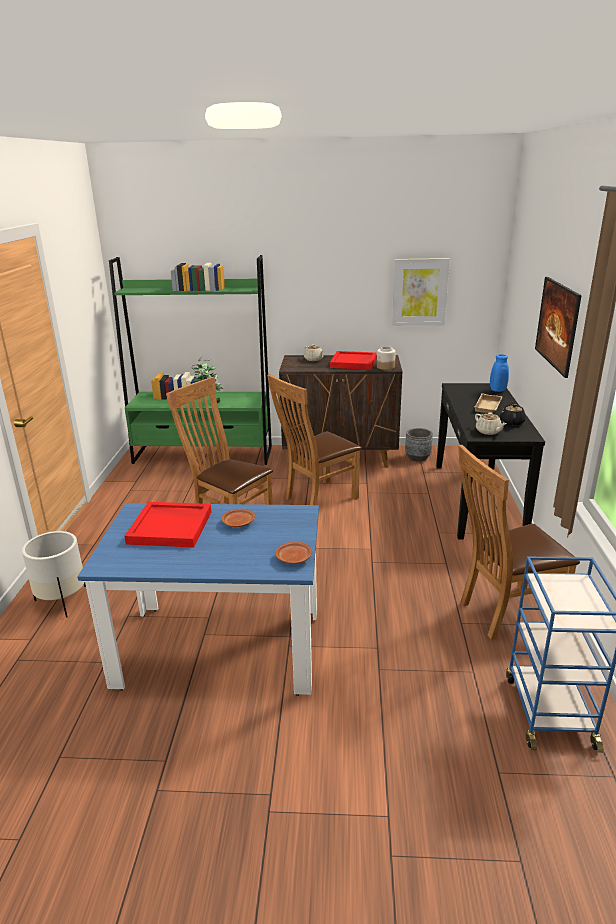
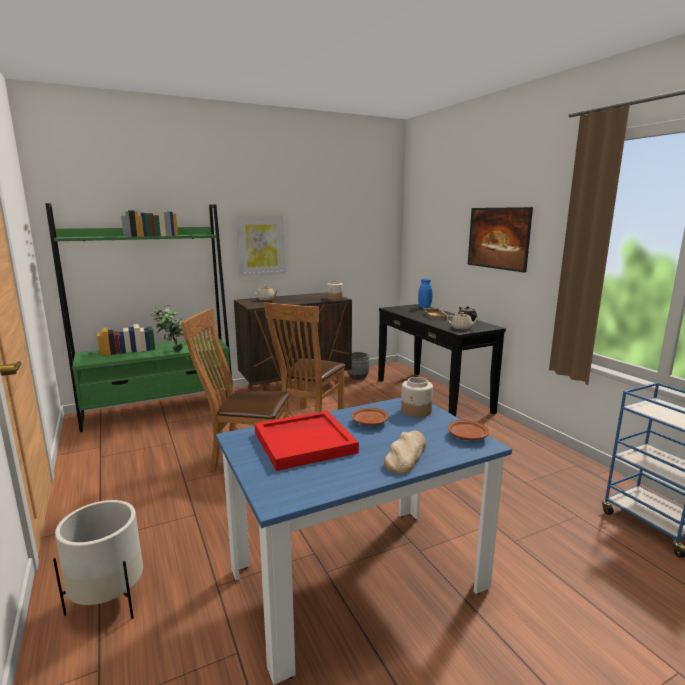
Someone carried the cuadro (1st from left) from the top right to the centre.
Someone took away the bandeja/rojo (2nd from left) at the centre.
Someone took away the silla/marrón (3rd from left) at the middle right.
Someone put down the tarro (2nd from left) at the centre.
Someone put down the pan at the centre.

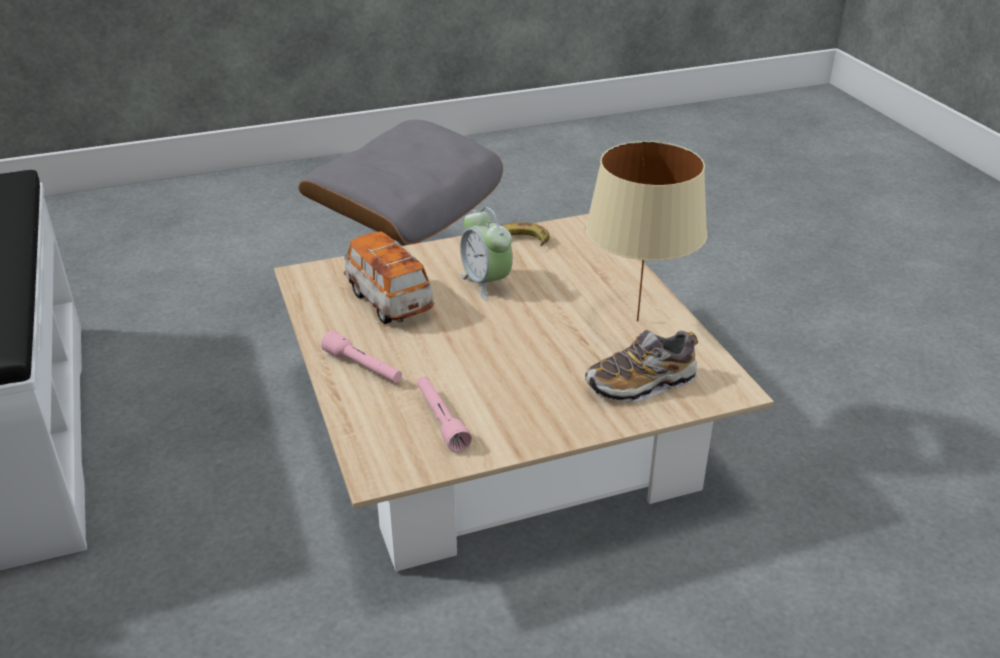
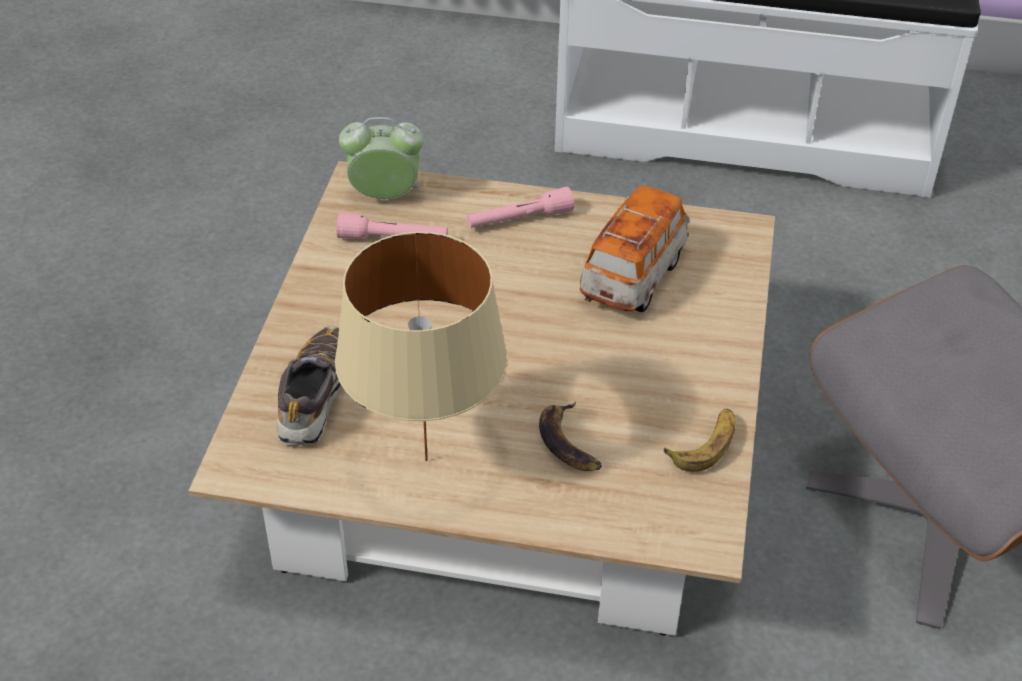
Someone carried the despertador from the centre to the top centre.
Someone rotated the coche de juguete at the centre by 60 degrees counterclockwise.
Someone put down the plátano (1st from left) at the centre.

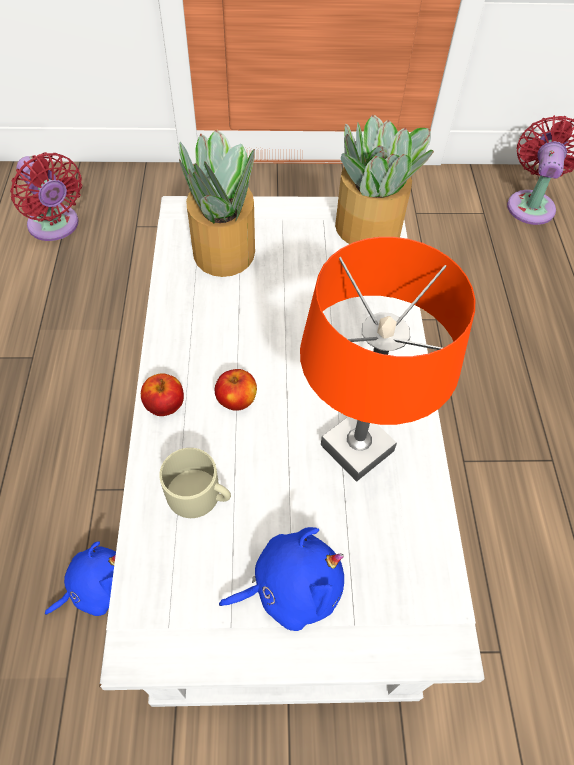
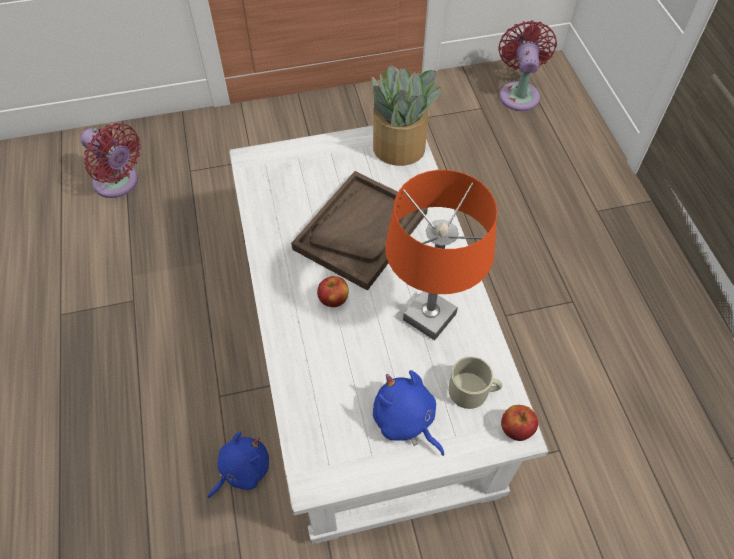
Someone took away the planta en maceta (1st from left) at the top centre.
Someone carried the manzana (1st from left in the first image) from the middle left to the bottom right.
Someone carried the taza grande/beis from the centre to the bottom centre.
Someone rotated the peluche/azul (2nd from left) at the bottom centre by 105 degrees counterclockwise.
Someone put down the bandeja/marrón at the centre.

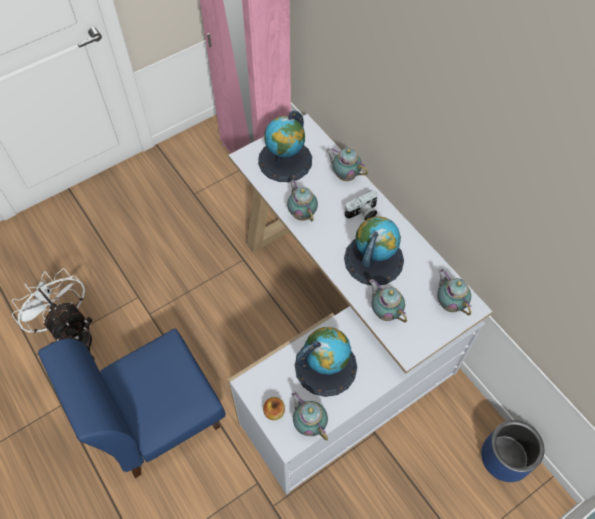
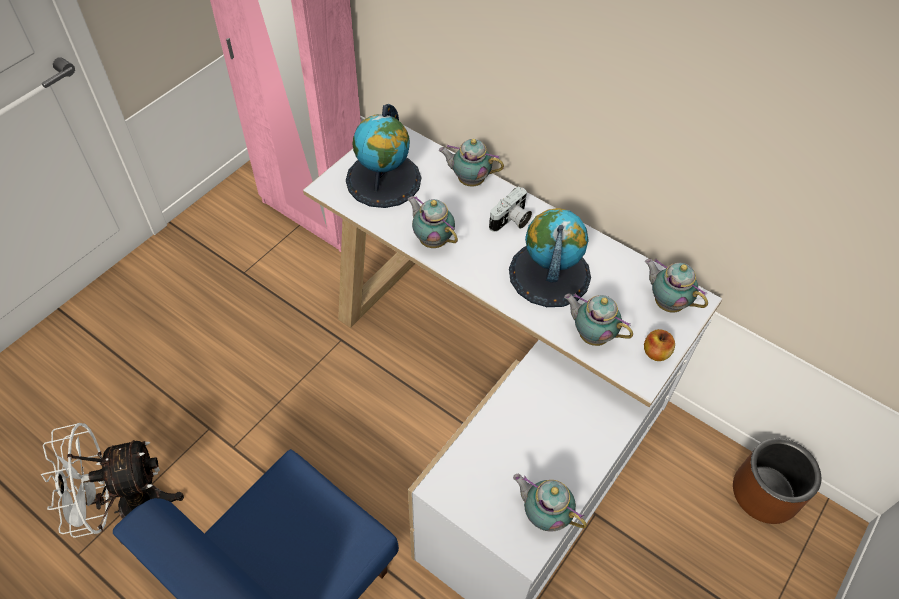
Someone rotated the ventilador/blanco at the middle left by 45 degrees counterclockwise.
Someone took away the globo terráqueo (2nd from left) at the bottom centre.
Someone carried the manzana from the bottom centre to the middle right.
Someone repainted the maceta/azul at the bottom right, which became the maceta/marrón at the bottom right.

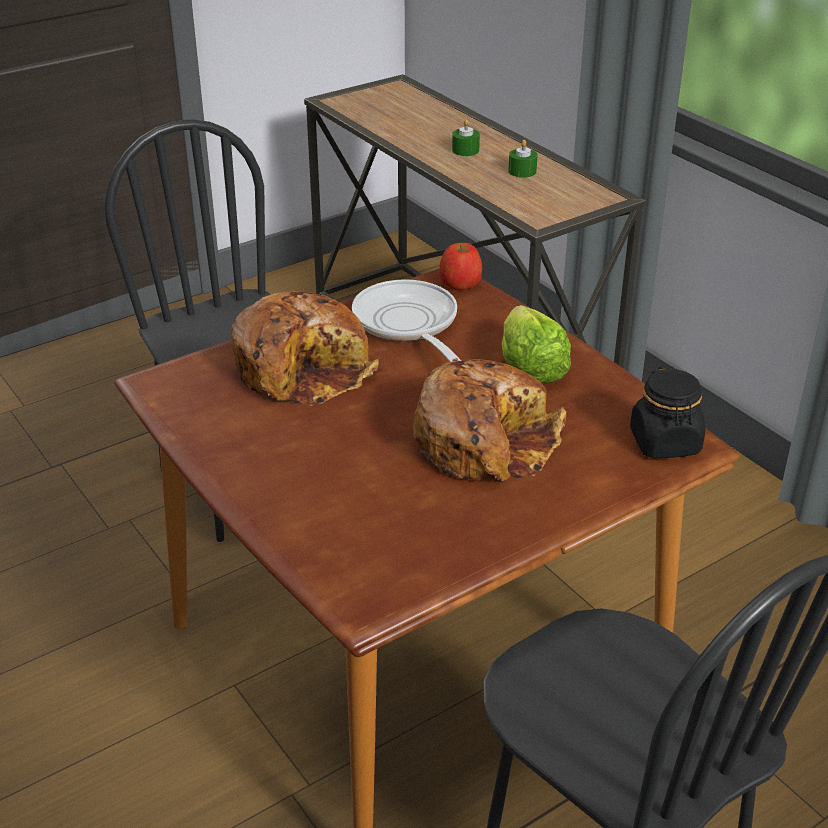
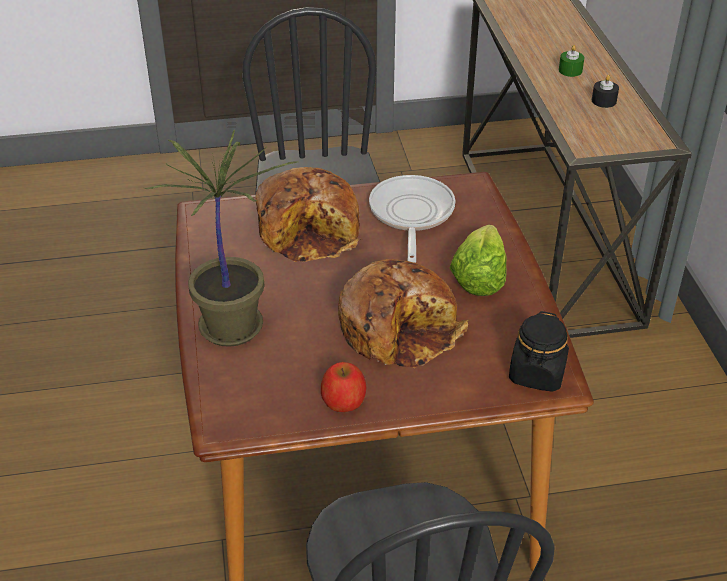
Someone repainted the vela/verde (2nd from left) at the top centre, which became the vela/negro at the top right.
Someone carried the manzana from the top centre to the centre.
Someone put down the planta en maceta at the middle left.

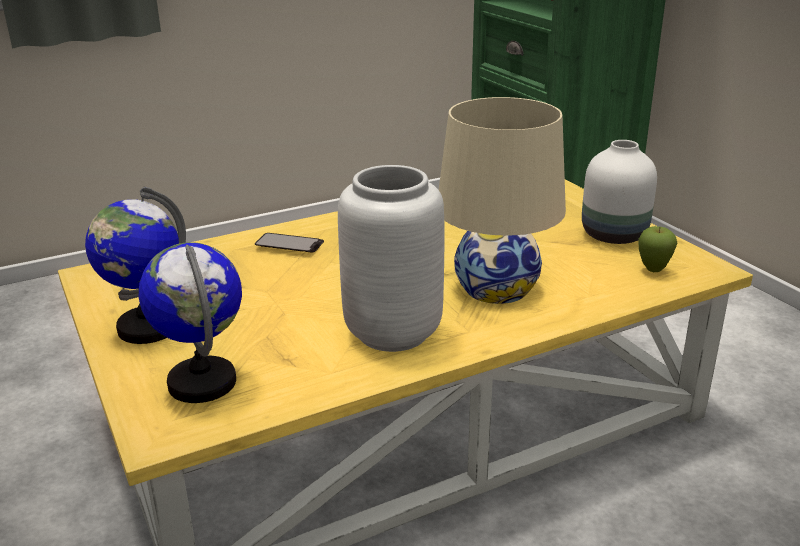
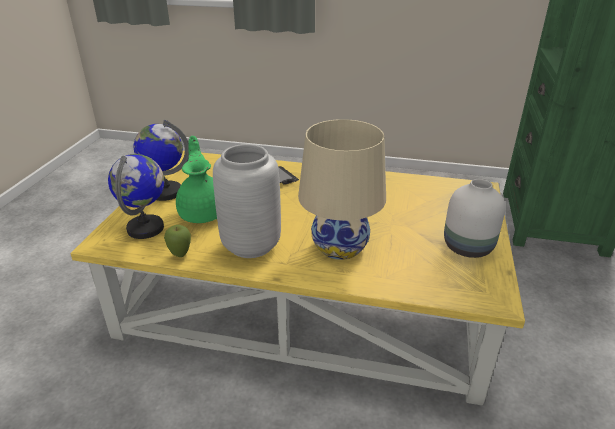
Someone carried the manzana from the middle right to the middle left.
Someone put down the tetera/verde at the middle left.

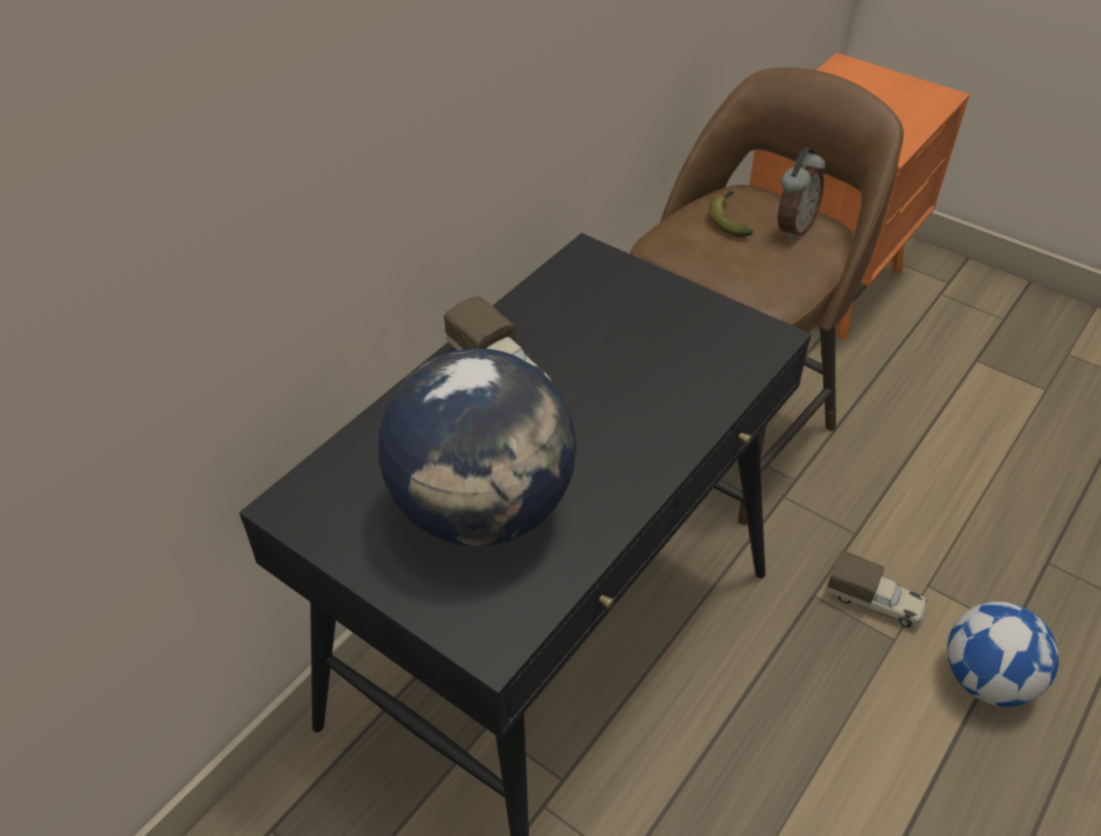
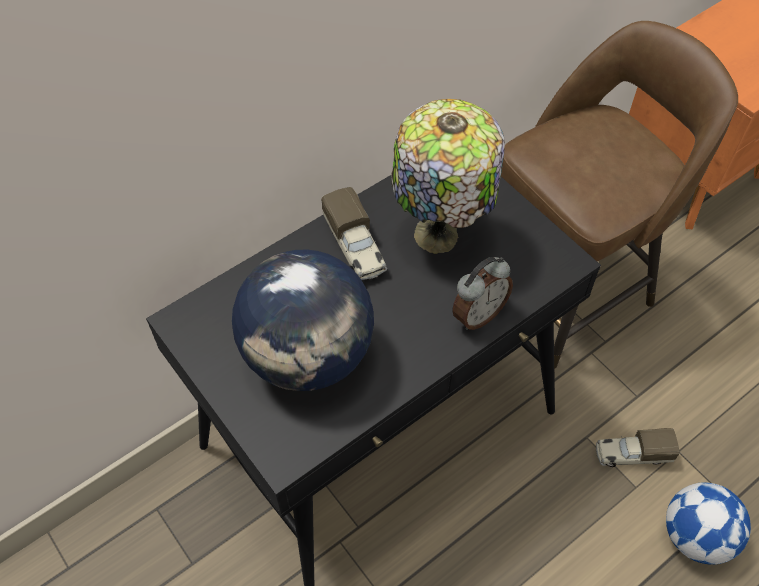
Someone carried the despertador from the top right to the centre.
Someone took away the plátano at the top centre.
Someone rotated the camión de juguete (2nd from left) at the bottom right by 135 degrees clockwise.
Someone put down the lámpara de mesa at the top centre.

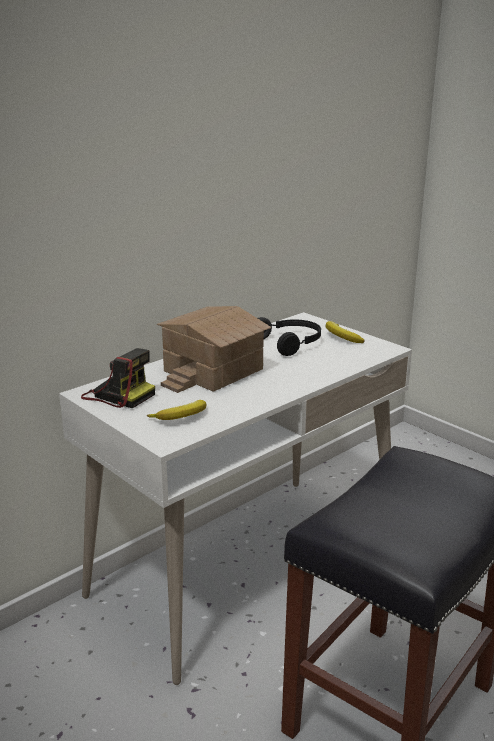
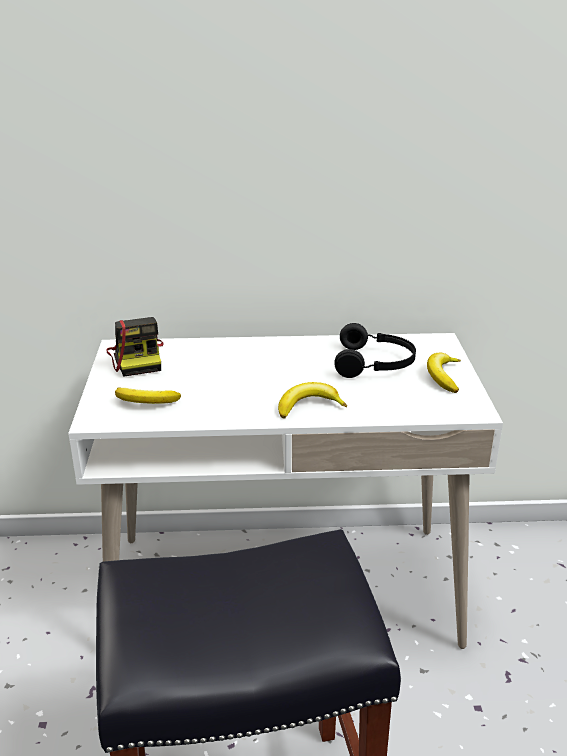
Someone took away the casita at the centre.
Someone put down the plátano (2nd from left) at the centre.

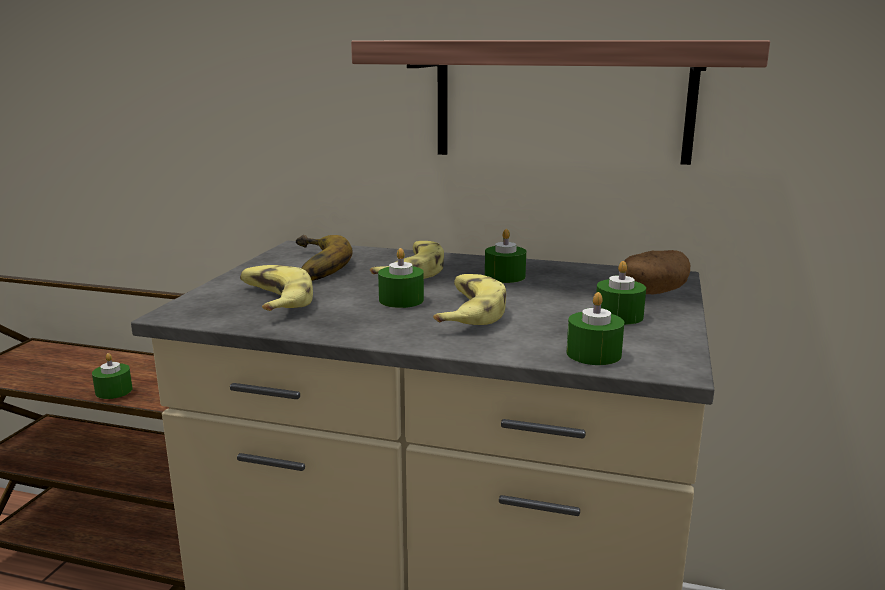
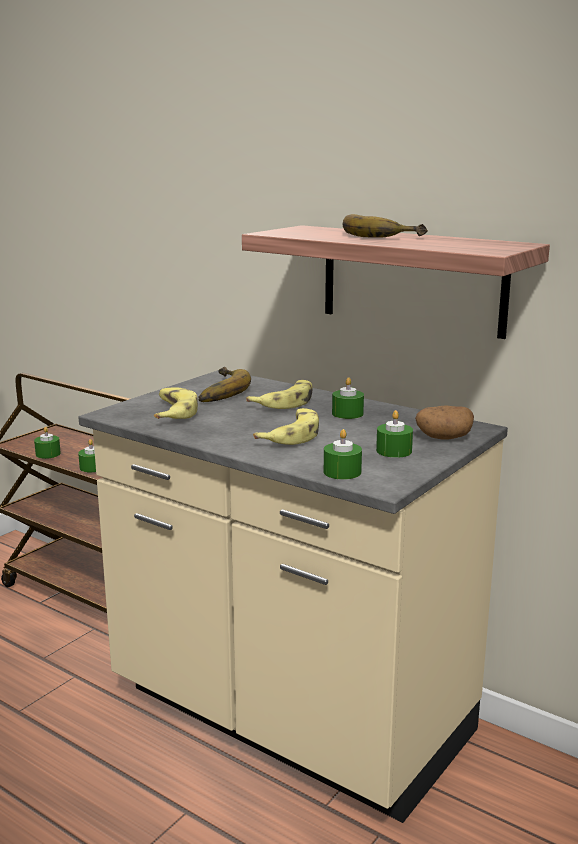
Someone carried the vela/verde (2nd from left in the first image) from the centre to the middle left.
Someone put down the plátano (5th from left) at the top centre.

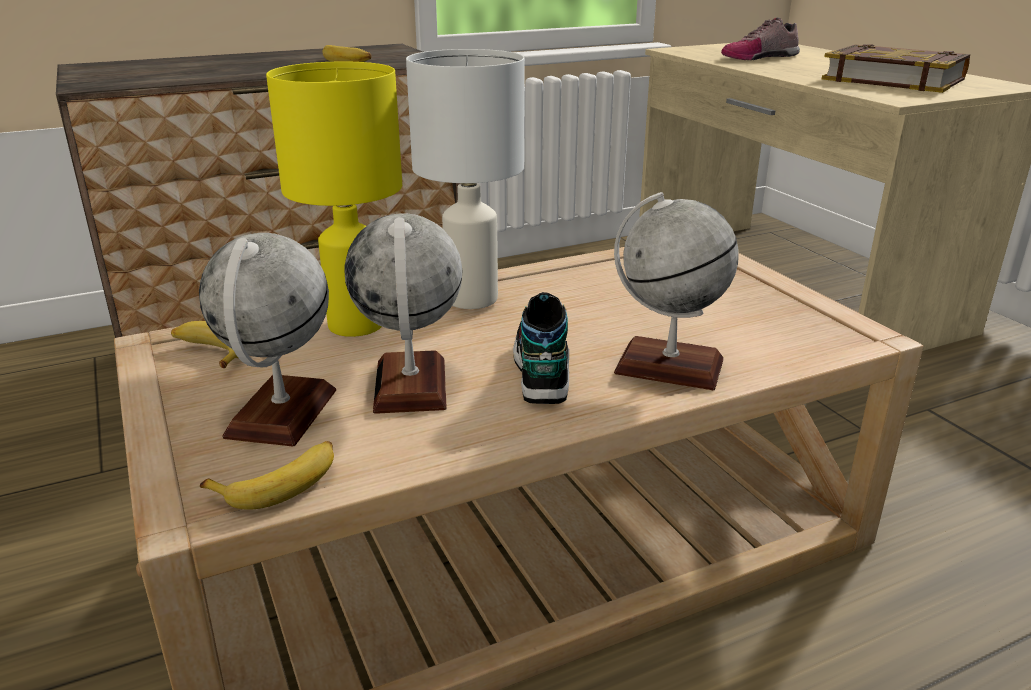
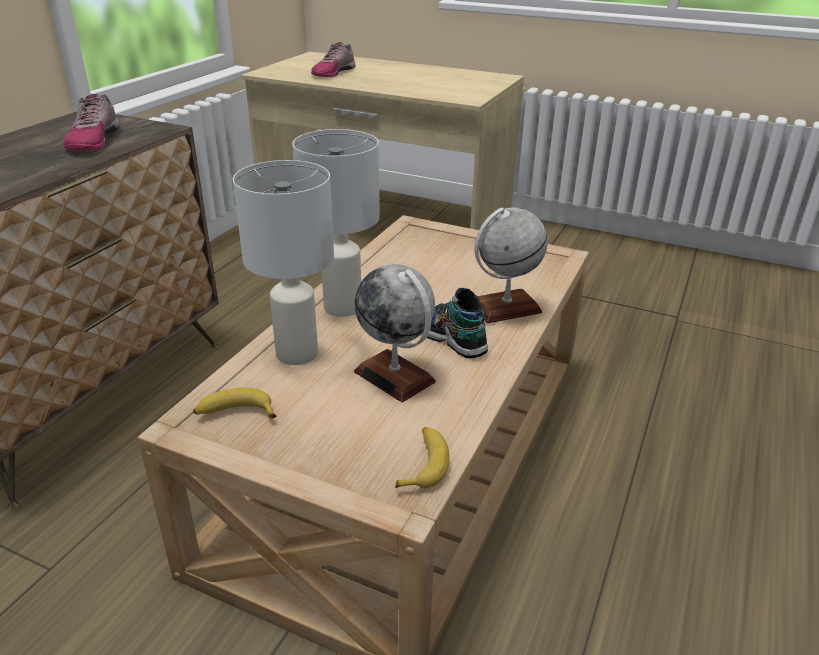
Someone took away the libro at the top right.
Someone swapped the plátano (3rd from left) at the top centre for the zapato (1st from left) at the top left.
Someone repainted the lámpara de mesa/amarillo at the top left, which became the lámpara de mesa/blanco (1st from left) at the centre.
Someone took away the globo terráqueo (1st from left) at the middle left.

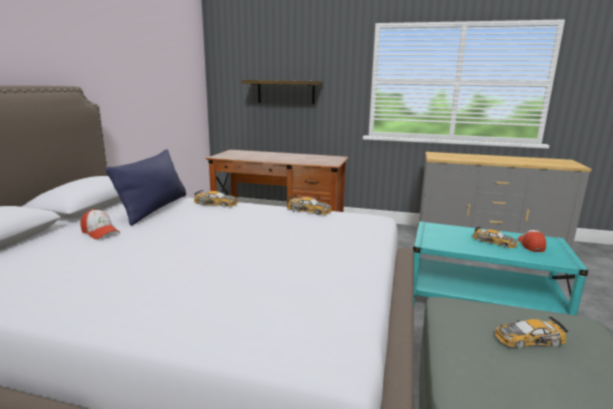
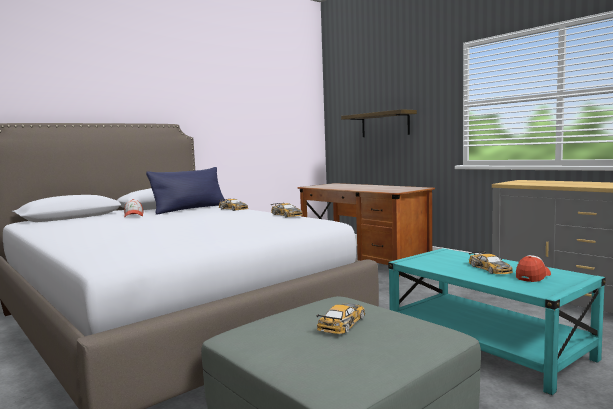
Someone rotated the coche de juguete (4th from left in the first image) at the bottom right by 90 degrees clockwise.

